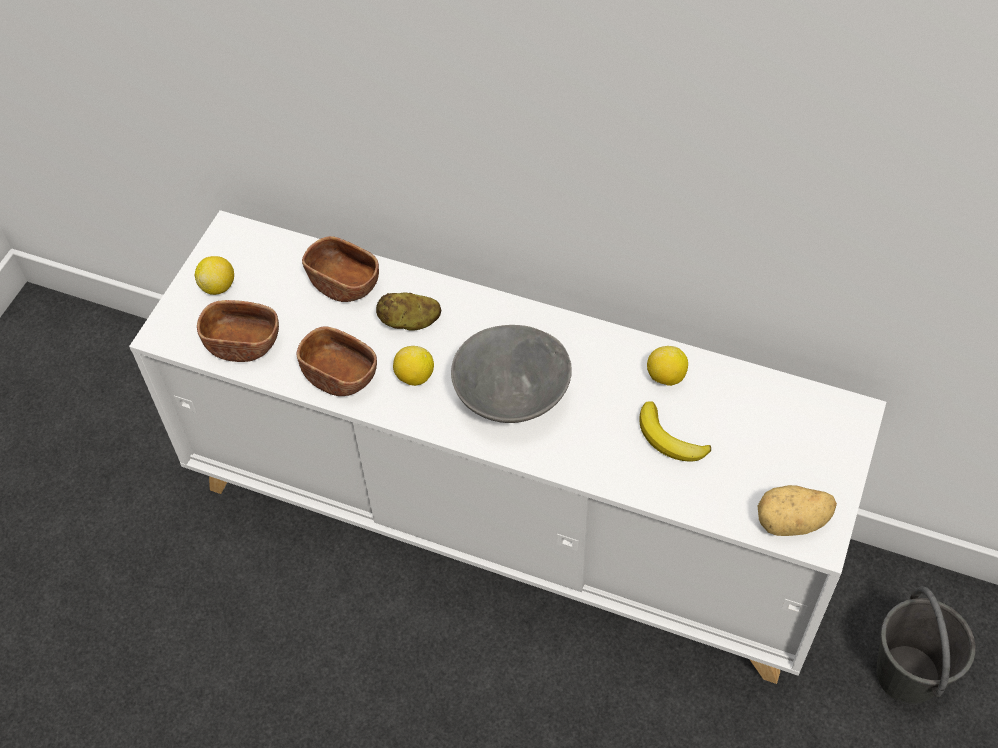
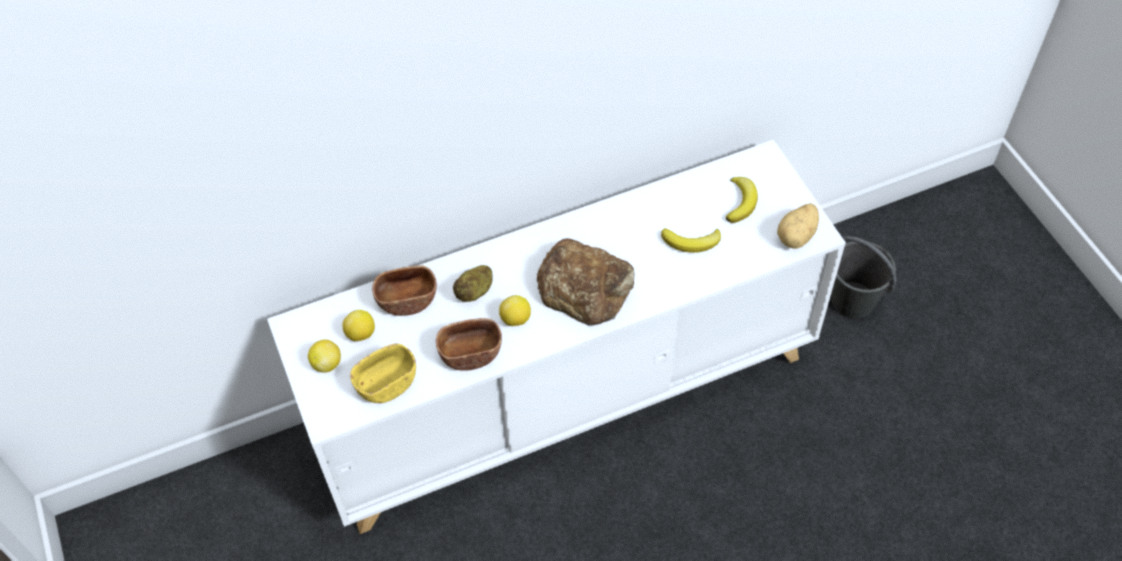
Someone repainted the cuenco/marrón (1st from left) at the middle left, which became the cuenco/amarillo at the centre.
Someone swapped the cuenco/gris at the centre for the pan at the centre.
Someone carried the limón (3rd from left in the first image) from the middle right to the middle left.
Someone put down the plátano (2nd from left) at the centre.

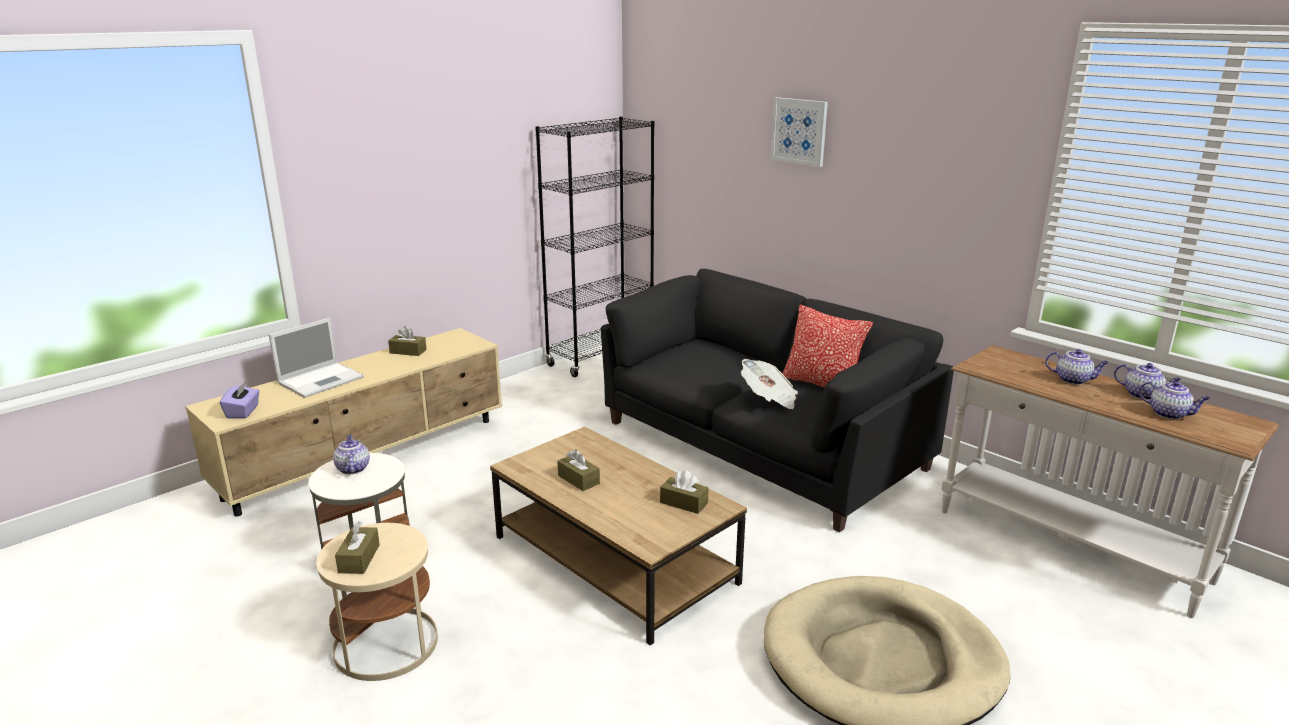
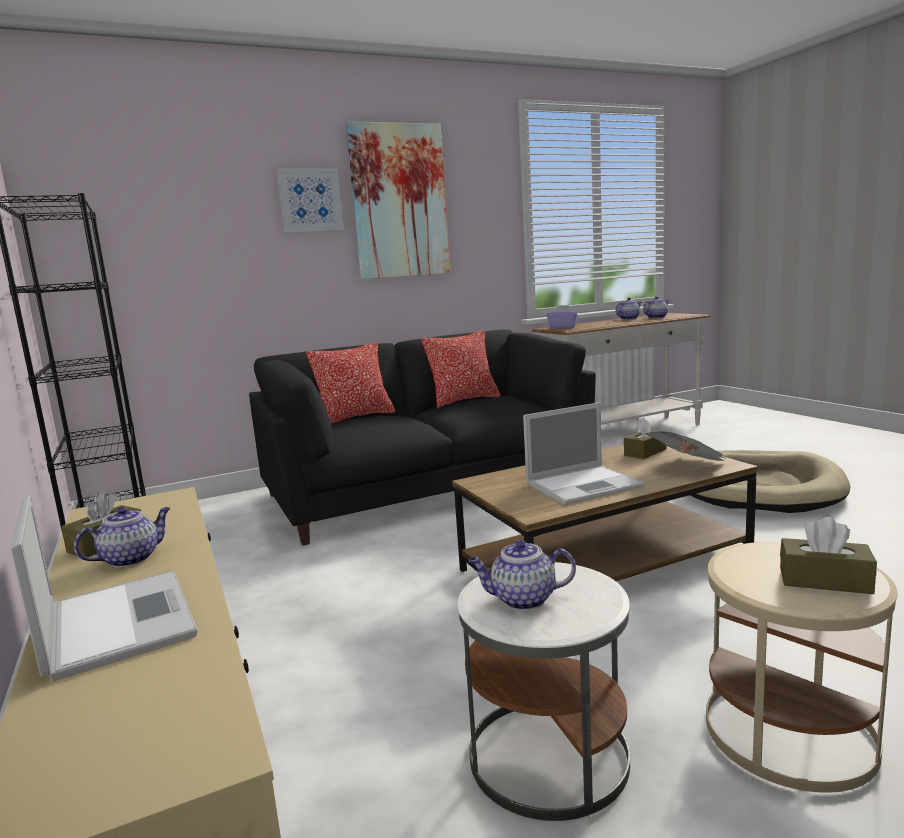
Someone carried the tetera (2nd from left in the first image) from the middle right to the middle left.
Someone carried the periódico from the centre to the middle right.
Someone carried the caja de pañuelos/morado from the middle left to the centre.
Someone swapped the caja de pañuelos/marrón (3rd from left) at the centre for the portátil (2nd from left) at the centre.
Someone put up the cuadro (2nd from left) at the top centre.
Someone put down the cojín (1st from left) at the centre.

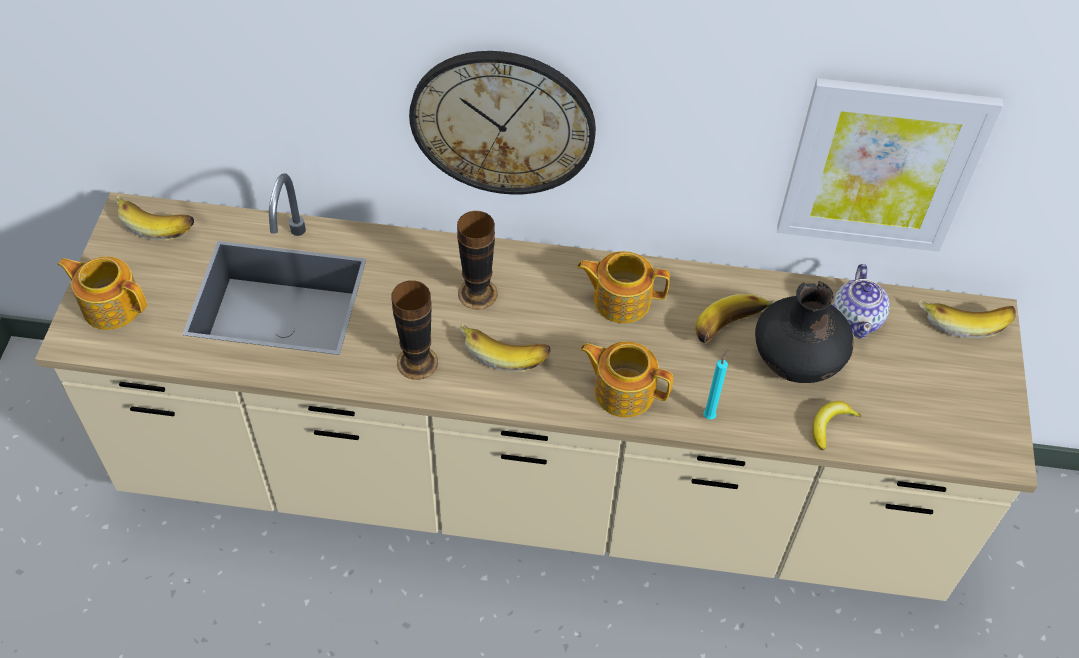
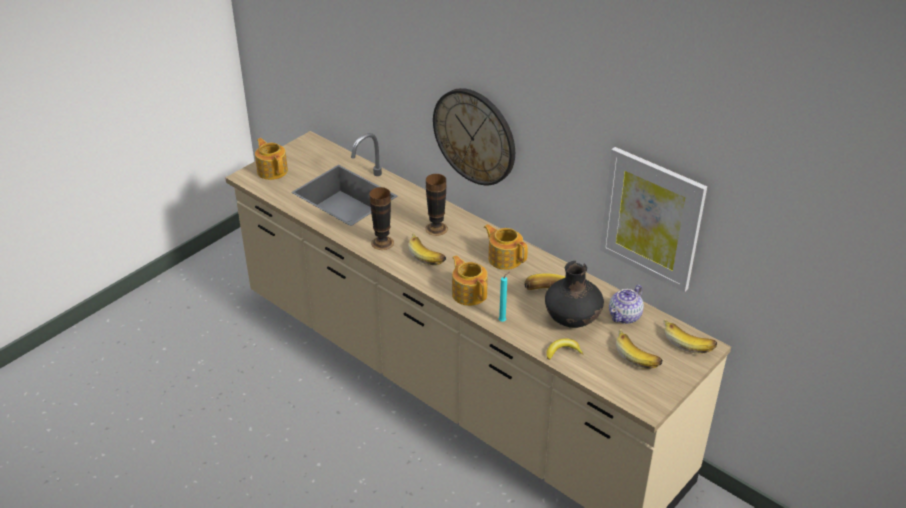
Someone carried the plátano (1st from left in the first image) from the top left to the bottom right.

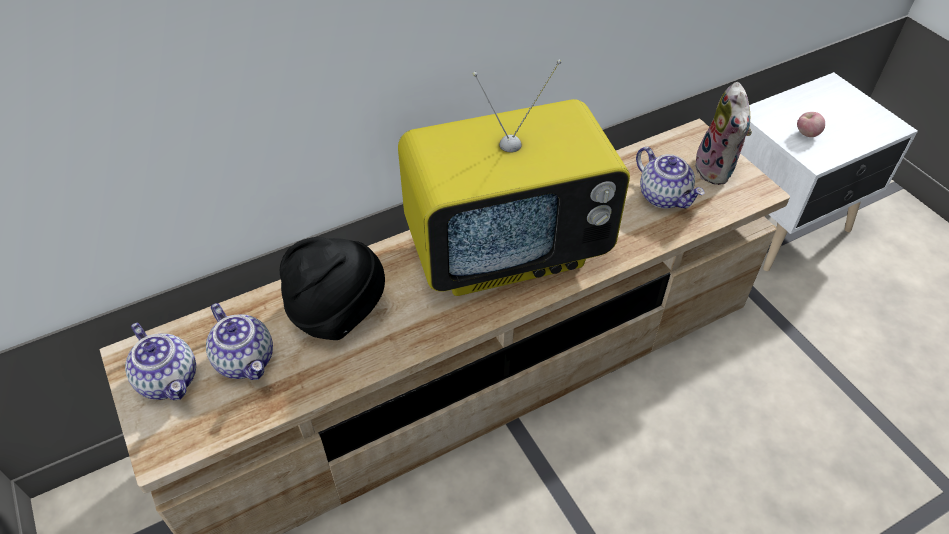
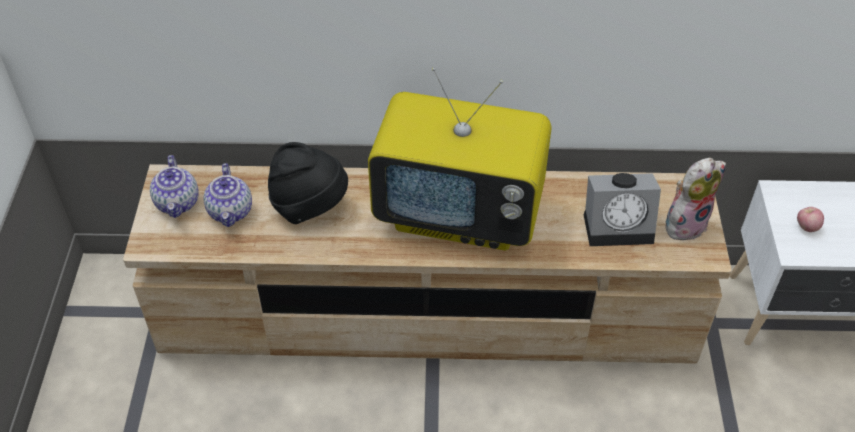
Someone rotated the peluche at the top right by 150 degrees counterclockwise.
Someone swapped the tetera (3rd from left) at the middle right for the despertador at the middle right.

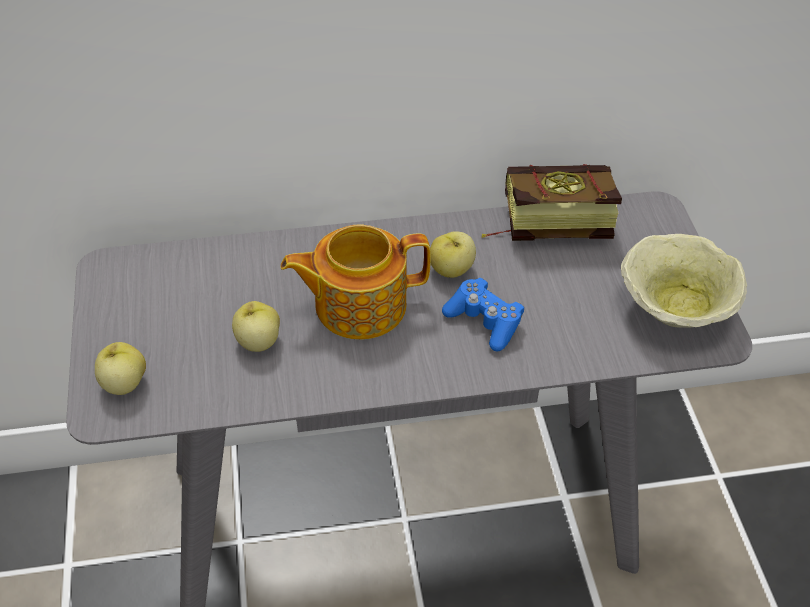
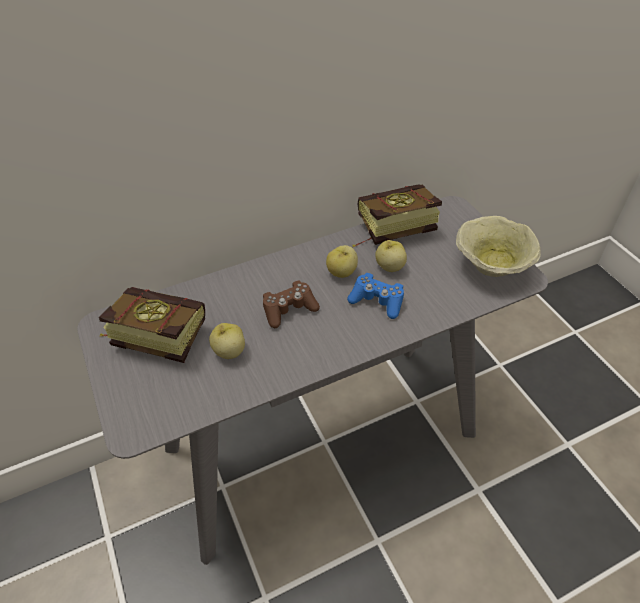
Someone swapped the tetera at the centre for the mando de consola/marrón at the centre.
Someone carried the manzana (1st from left in the first image) from the middle left to the centre.
Someone put down the libro (1st from left) at the middle left.

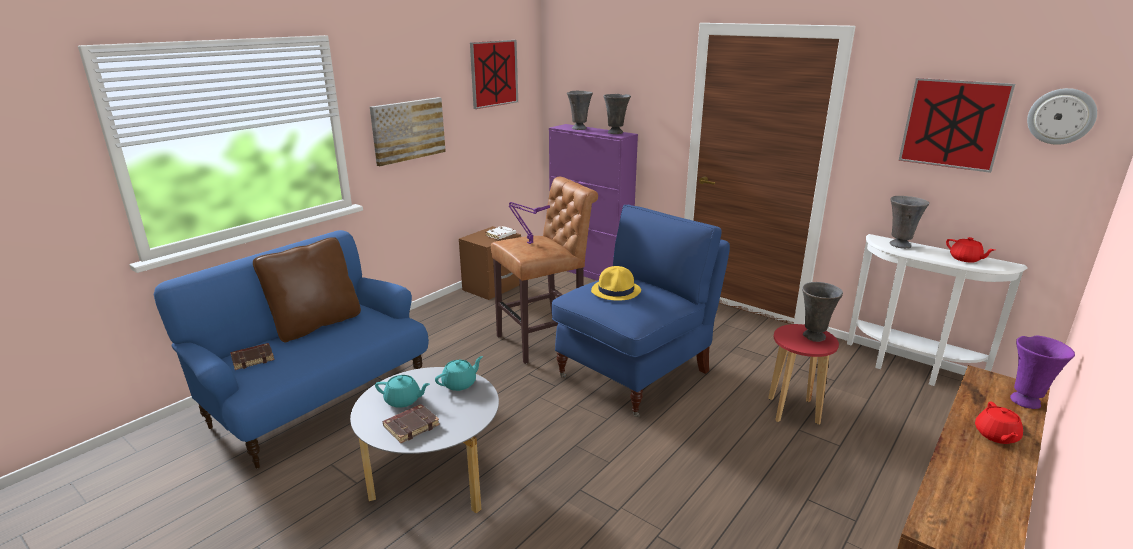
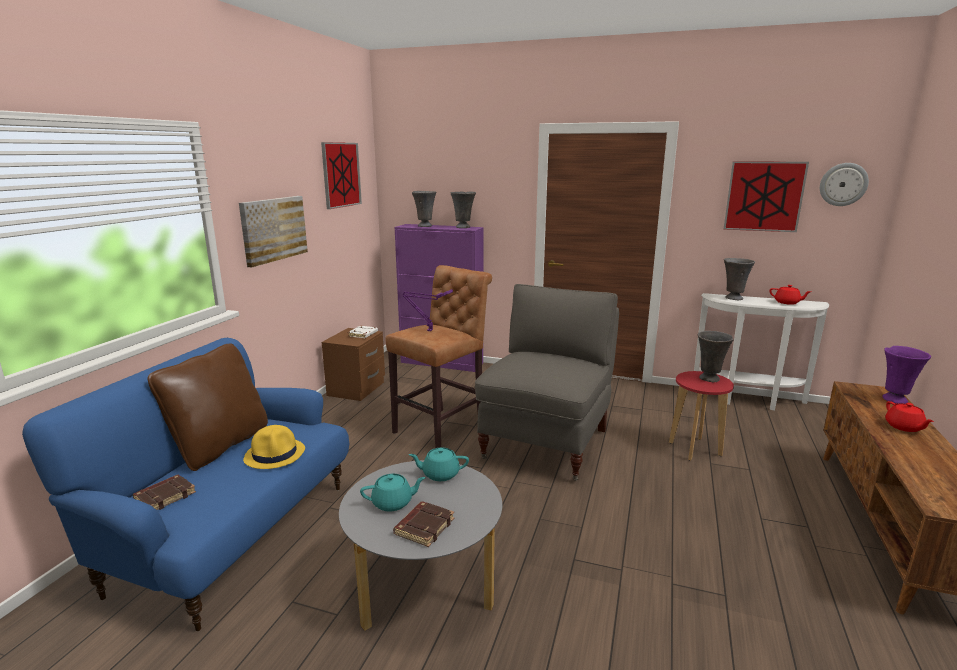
Someone repainted the sillón/azul at the centre, which became the sillón/gris at the centre.
Someone carried the sombrero/amarillo from the centre to the bottom left.
Someone rotated the tetera/turquesa (2nd from left) at the bottom centre by 120 degrees counterclockwise.

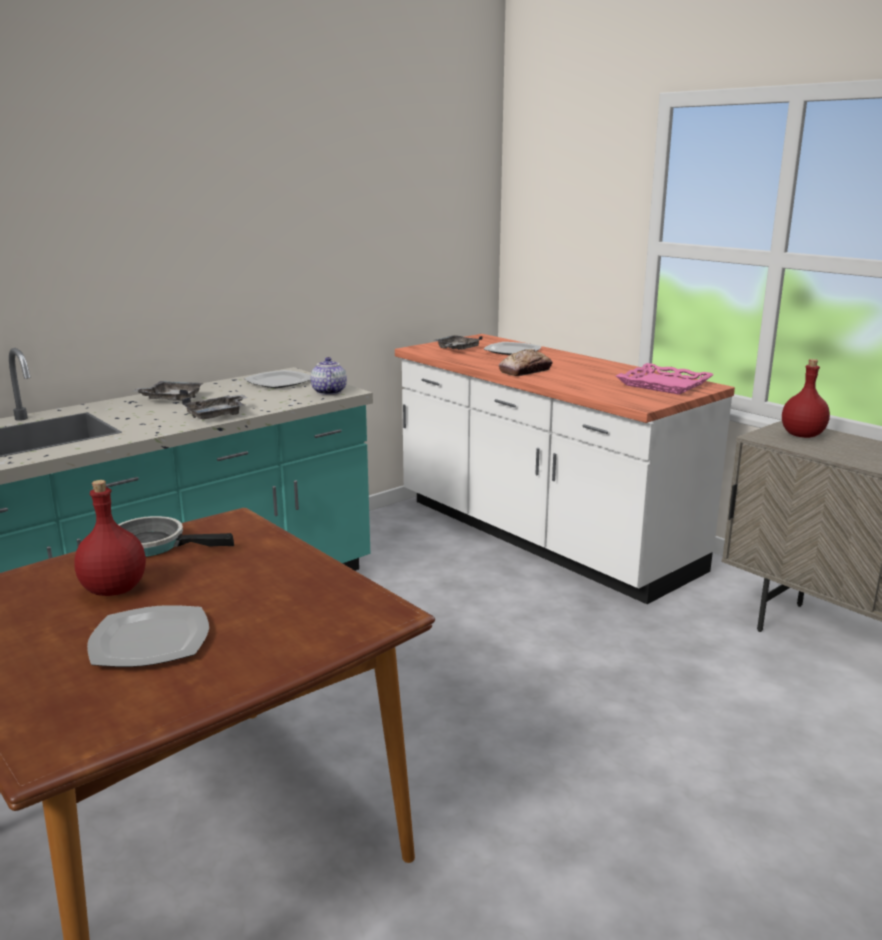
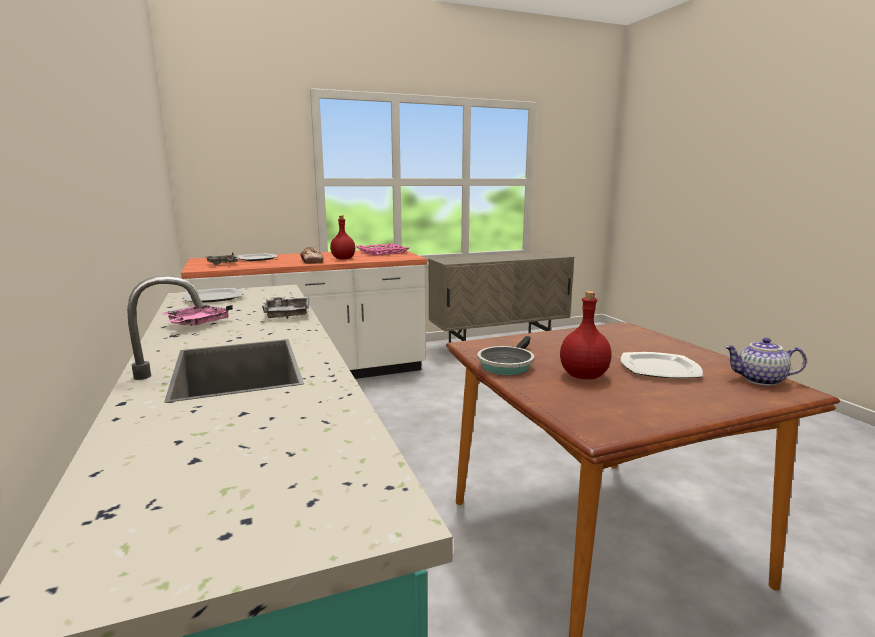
Someone carried the tetera from the centre to the middle right.
Someone carried the botella/rojo (2nd from left in the first image) from the middle right to the centre.
Someone repainted the bandeja/gris (1st from left) at the middle left, which became the bandeja/rosa (1st from left) at the middle left.

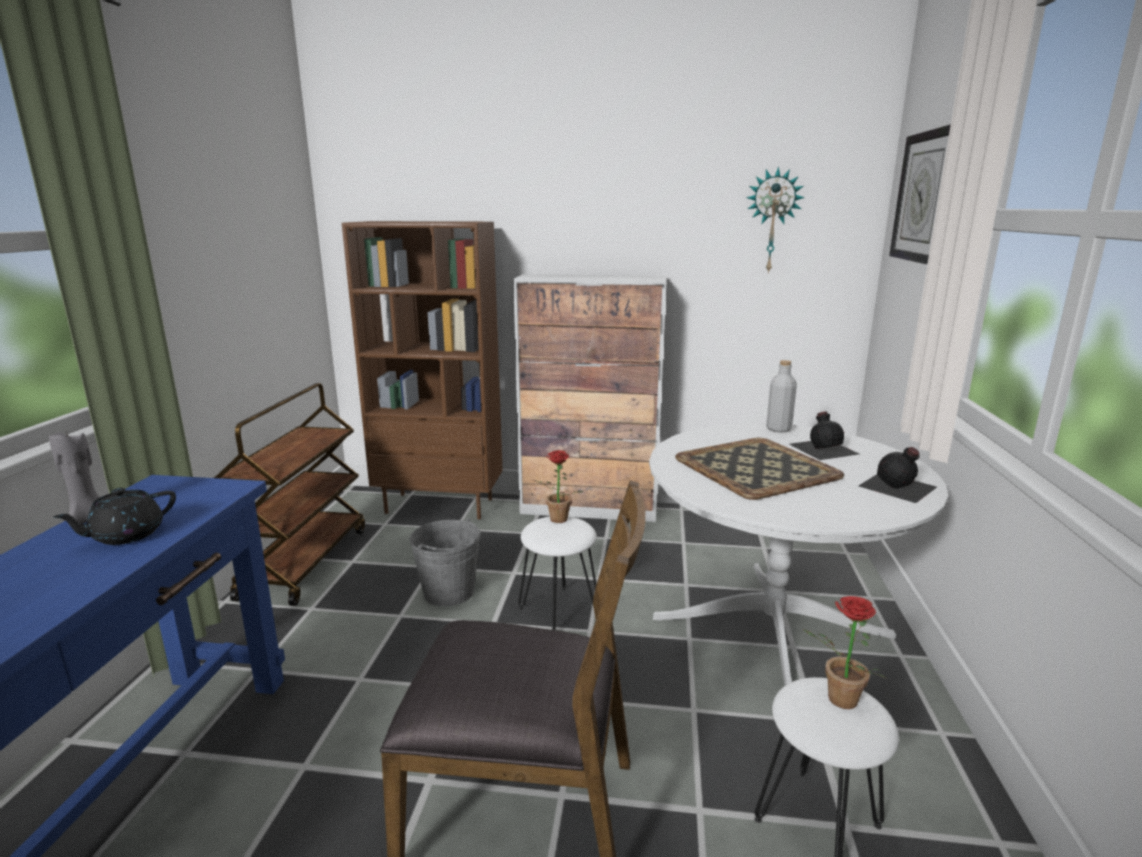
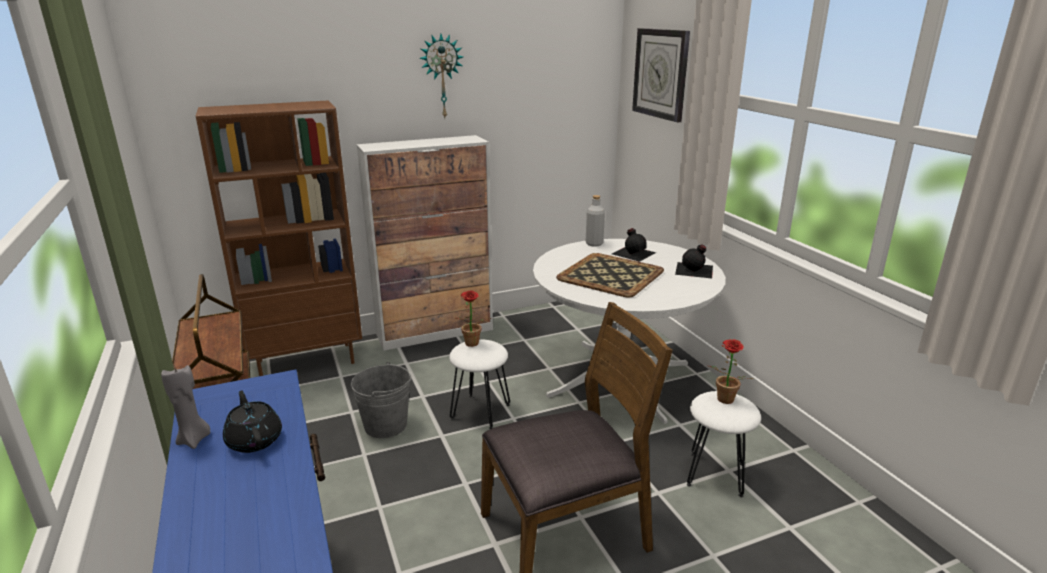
Someone carried the reloj de pared (1st from left) from the top right to the top centre.
Someone rotated the tetera/negro at the middle left by 135 degrees clockwise.

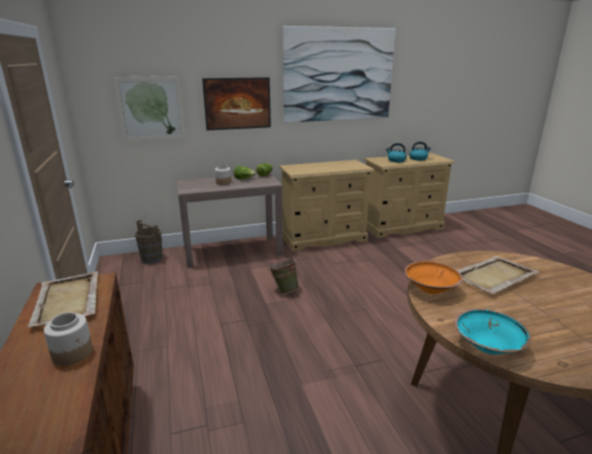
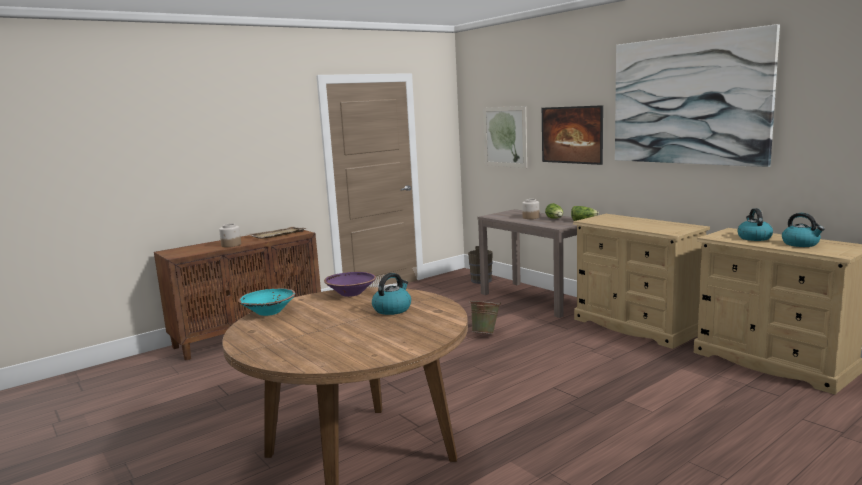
Someone swapped the bandeja/beis (2nd from left) at the middle right for the hervidor (1st from left) at the centre.
Someone repainted the cuenco/naranja at the middle right, which became the cuenco/morado at the centre.

